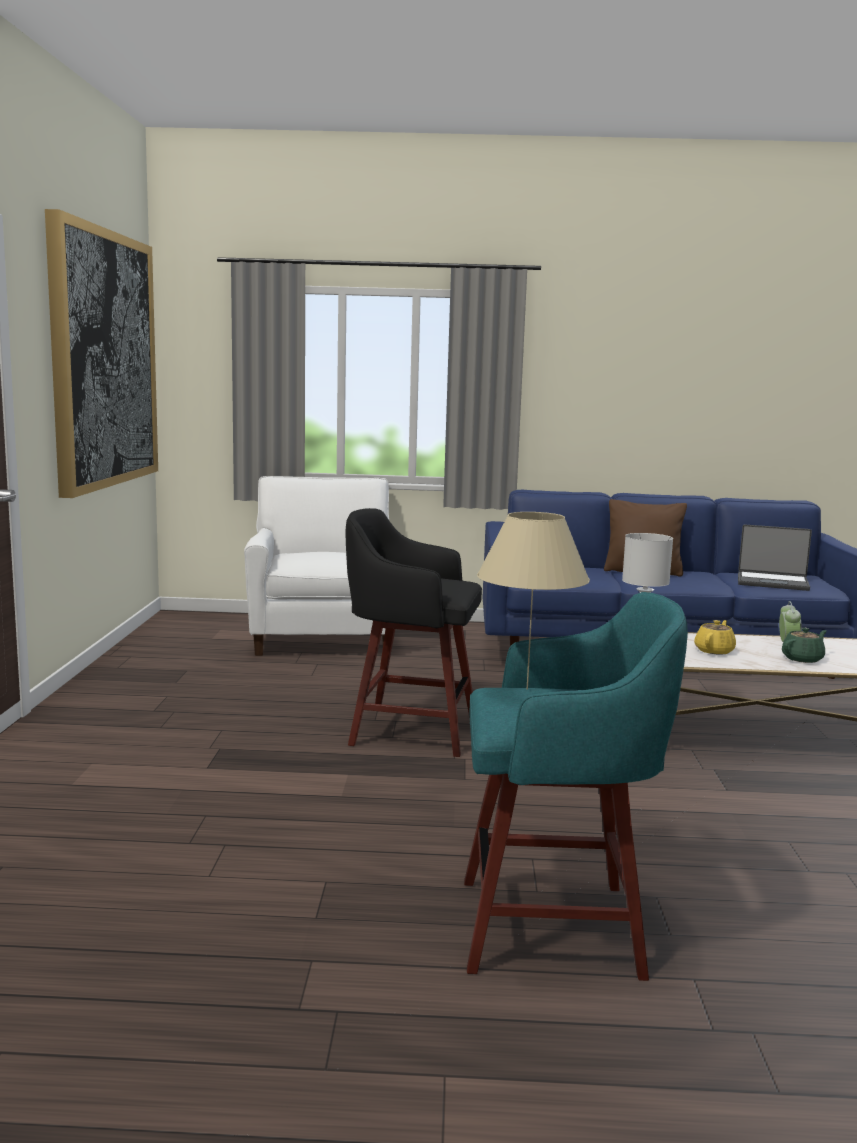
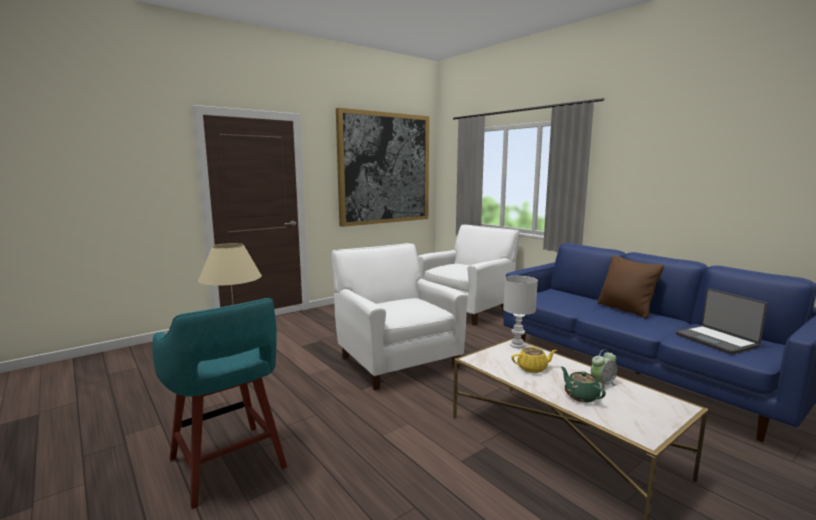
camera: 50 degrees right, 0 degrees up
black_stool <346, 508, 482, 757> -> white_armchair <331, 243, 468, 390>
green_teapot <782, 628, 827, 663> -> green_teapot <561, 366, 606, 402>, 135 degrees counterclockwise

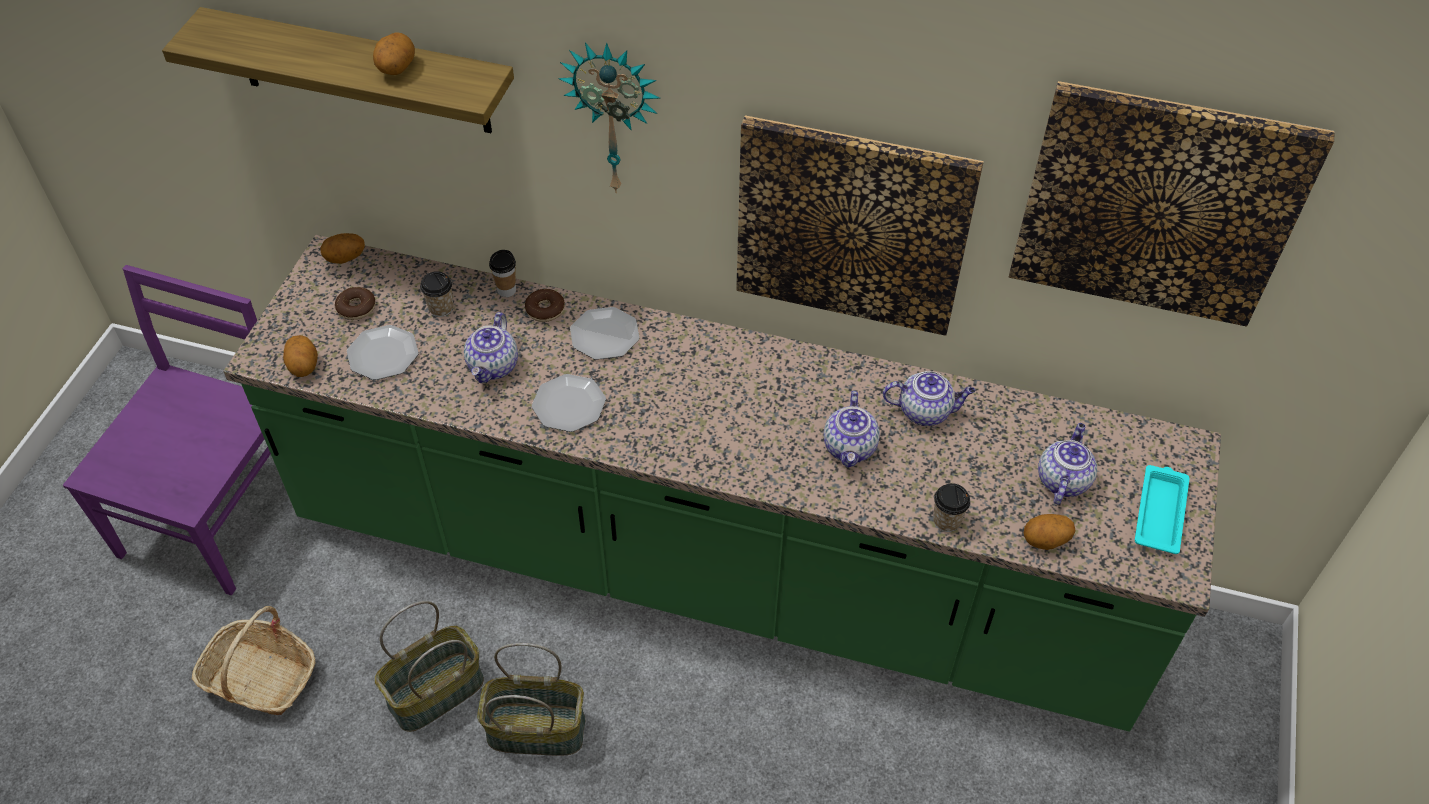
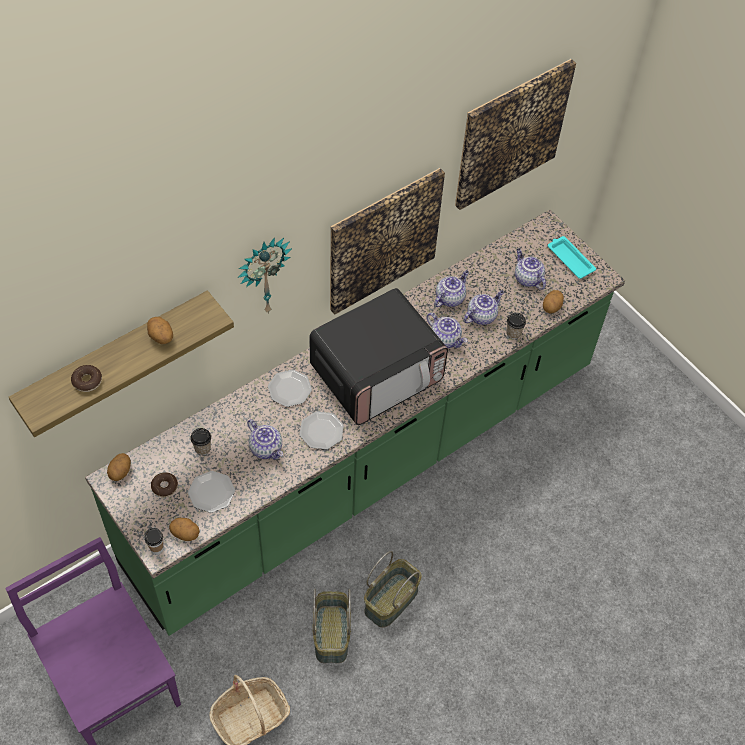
camera: 55 degrees left, 5 degrees up
none -> microwave <309, 288, 448, 425>
none -> teapot <463, 291, 504, 325>
cup <489, 250, 516, 297> -> cup <145, 528, 164, 555>, shifted
donut <525, 289, 565, 322> -> donut <71, 365, 102, 392>, shifted

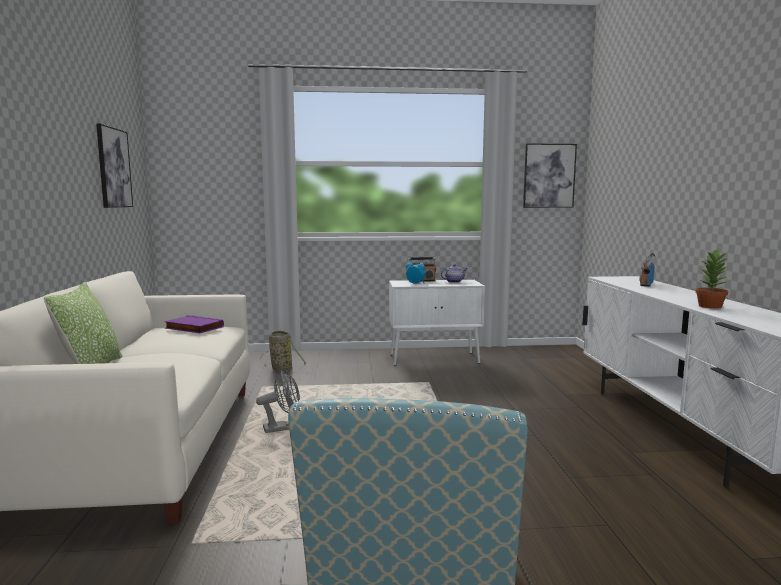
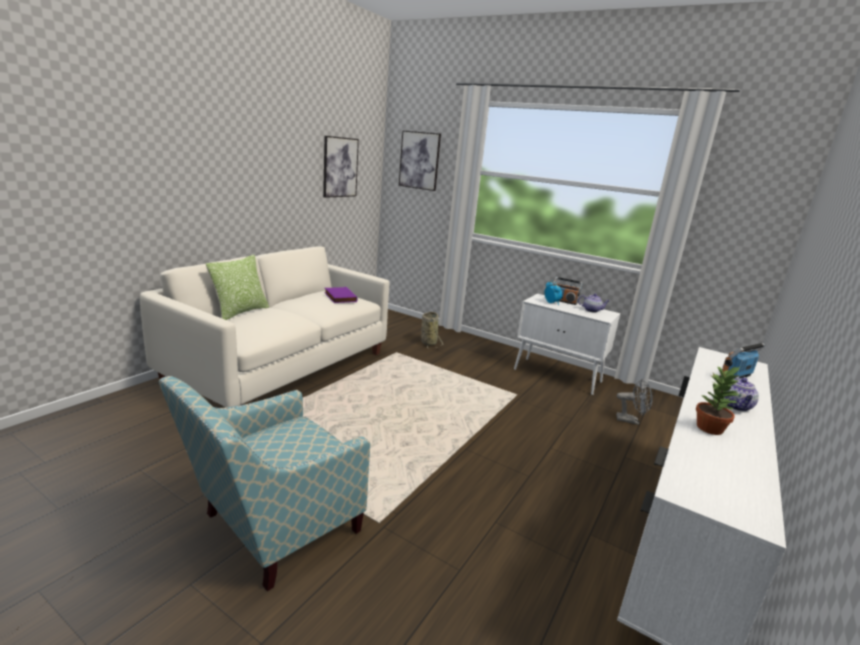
camera: 35 degrees right, 10 degrees up
none -> teapot <724, 375, 759, 411>
grey_fan <256, 370, 300, 433> -> grey_fan <616, 379, 653, 425>, shifted
picture <523, 143, 577, 208> -> picture <399, 130, 441, 191>, shifted

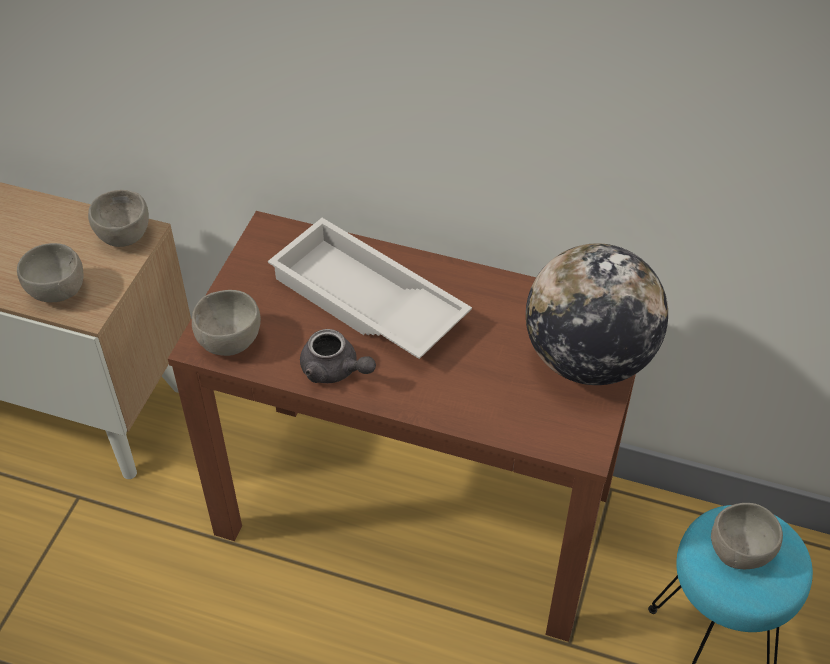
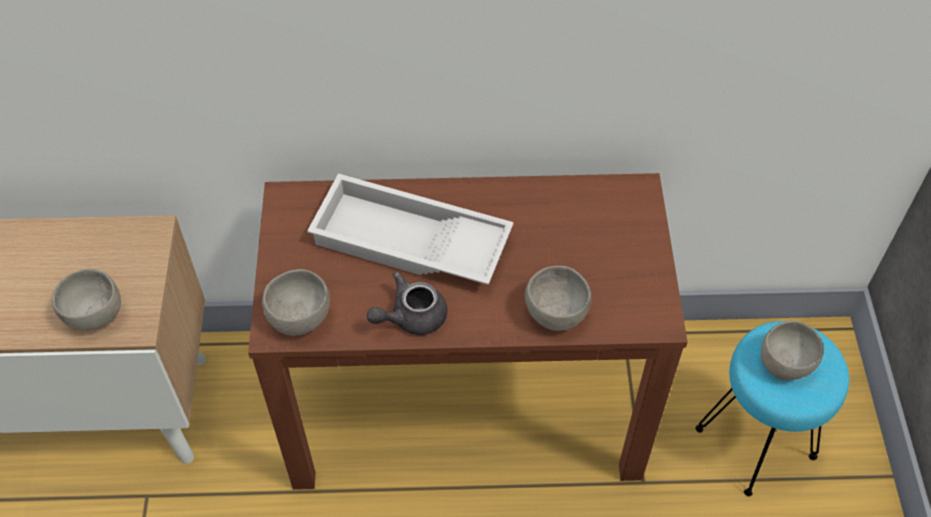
camera: 20 degrees left, 5 degrees up
globe <526, 243, 668, 385> -> none
grey_bowl <88, 190, 149, 247> -> grey_bowl <525, 266, 591, 331>, shifted
grey_teapot <300, 329, 376, 383> -> grey_teapot <367, 272, 448, 335>, 135 degrees clockwise

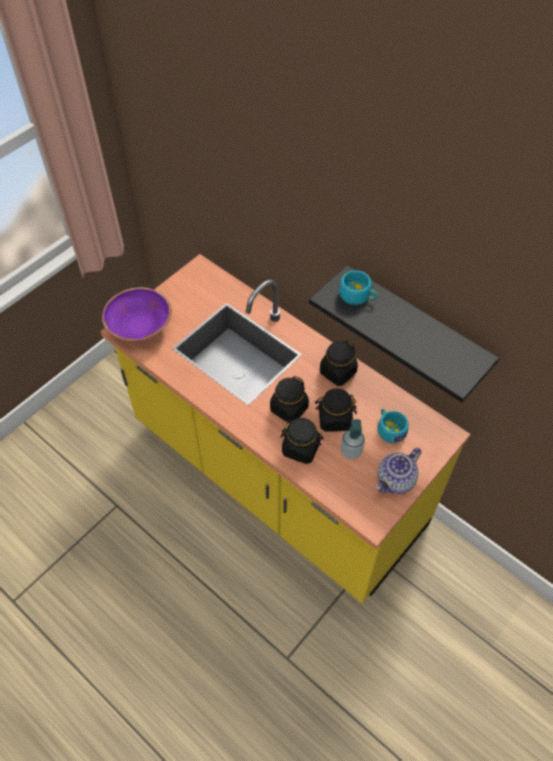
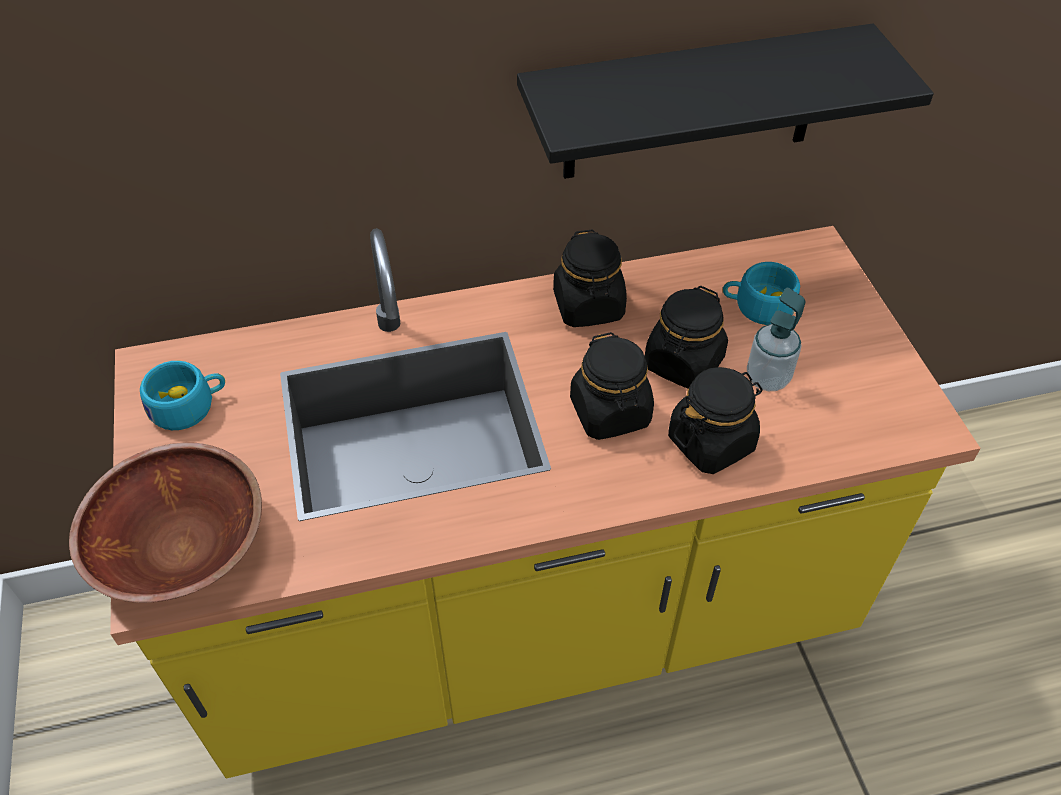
camera: 55 degrees left, 5 degrees down
teapot <376, 448, 421, 494> -> none
turquoise_cup <339, 270, 378, 305> -> turquoise_cup <140, 361, 225, 430>, shifted
purple_bowl <102, 287, 172, 341> -> brown_bowl <69, 442, 262, 603>

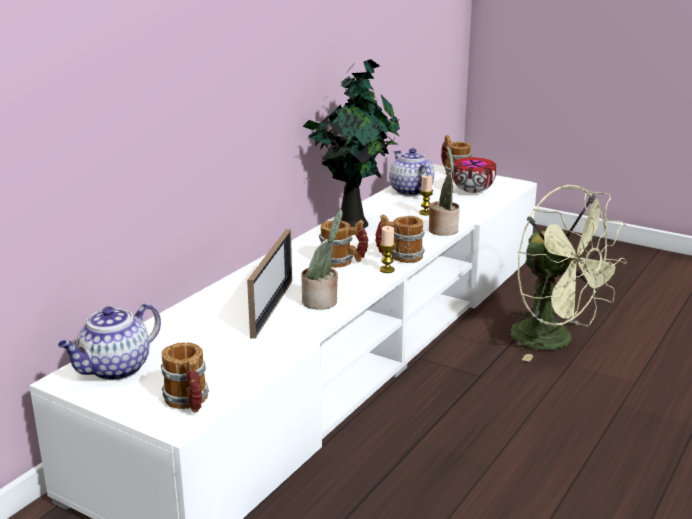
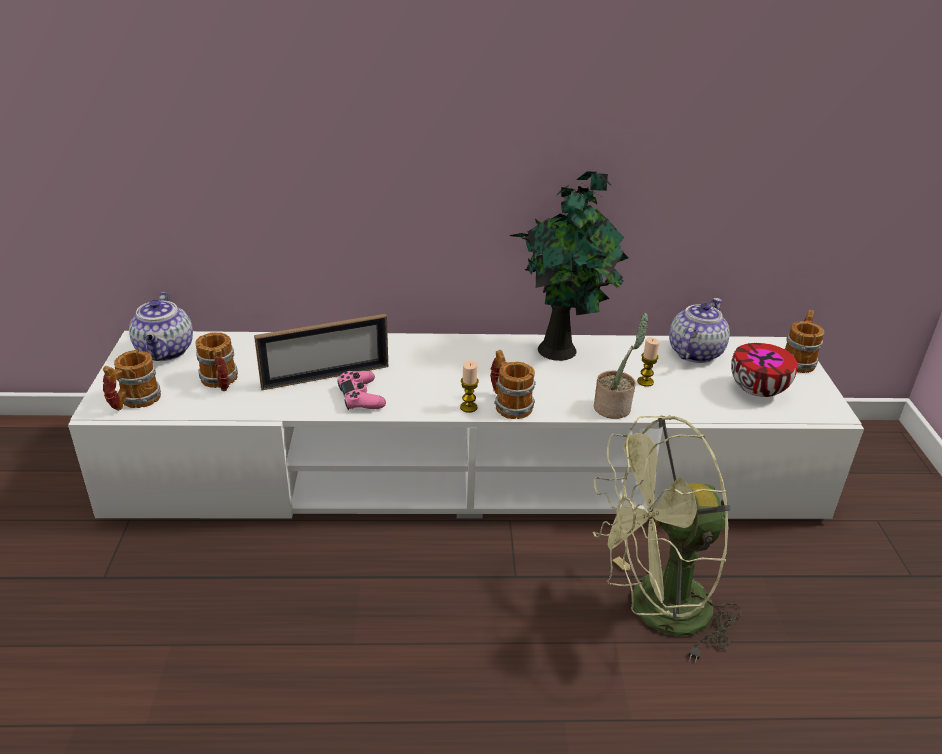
camera: 55 degrees right, 10 degrees up
mug <319, 220, 368, 268> -> mug <196, 332, 238, 391>, shifted
potted_plant <301, 210, 343, 310> -> pink_game_controller <337, 371, 386, 410>
teapot <58, 304, 161, 380> -> teapot <129, 292, 193, 361>, 105 degrees counterclockwise
green_fan <510, 185, 627, 362> -> green_fan <593, 415, 742, 663>, 60 degrees clockwise

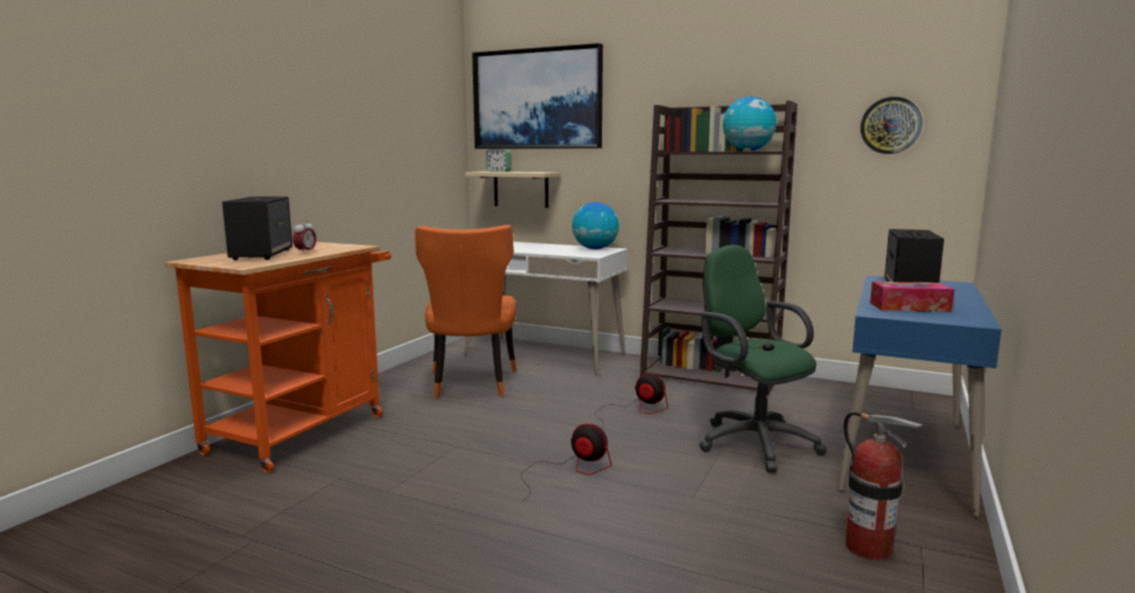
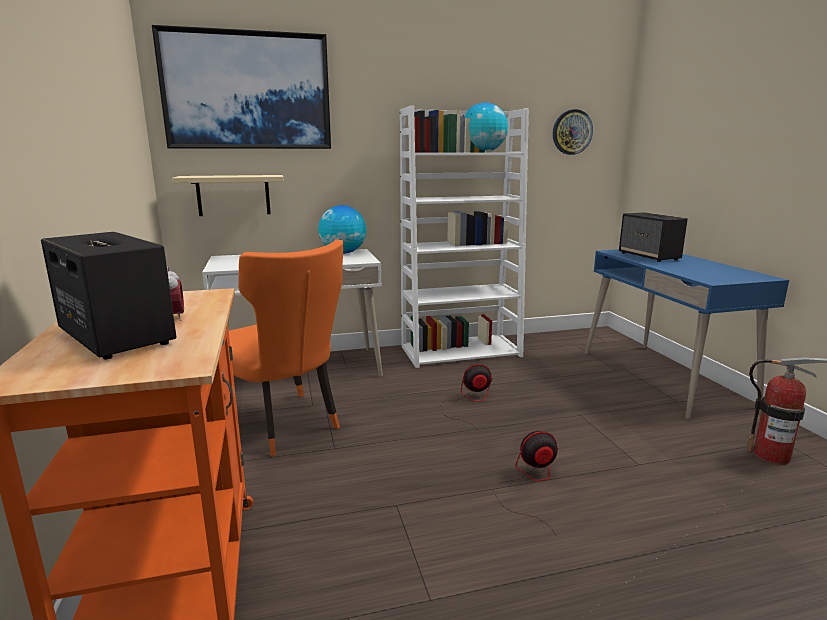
camera: 40 degrees left, 5 degrees up
alarm_clock <486, 149, 511, 172> -> none
green_office_chair <699, 245, 826, 473> -> none
tissue_box <870, 281, 954, 312> -> none
brown_bookcase <640, 101, 798, 395> -> white_bookcase <400, 106, 529, 368>

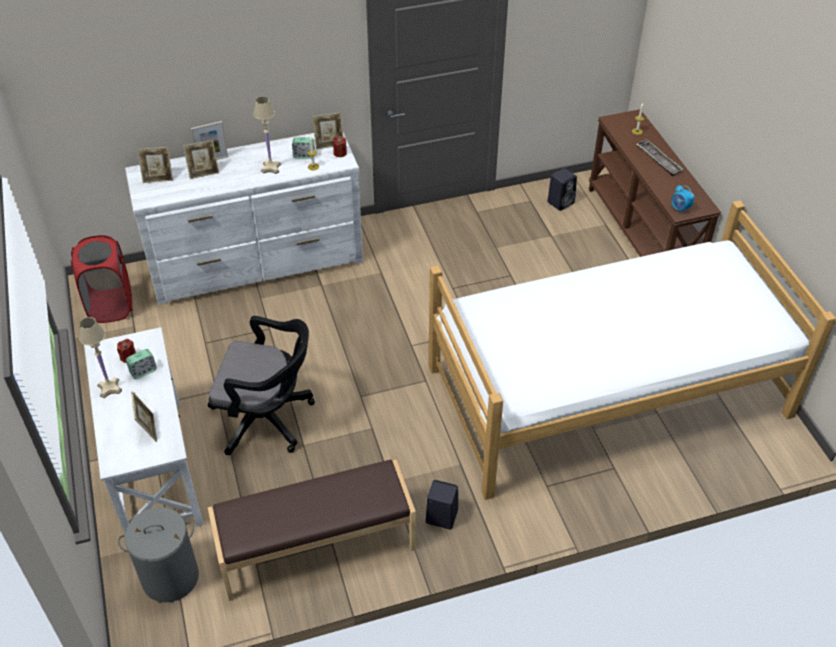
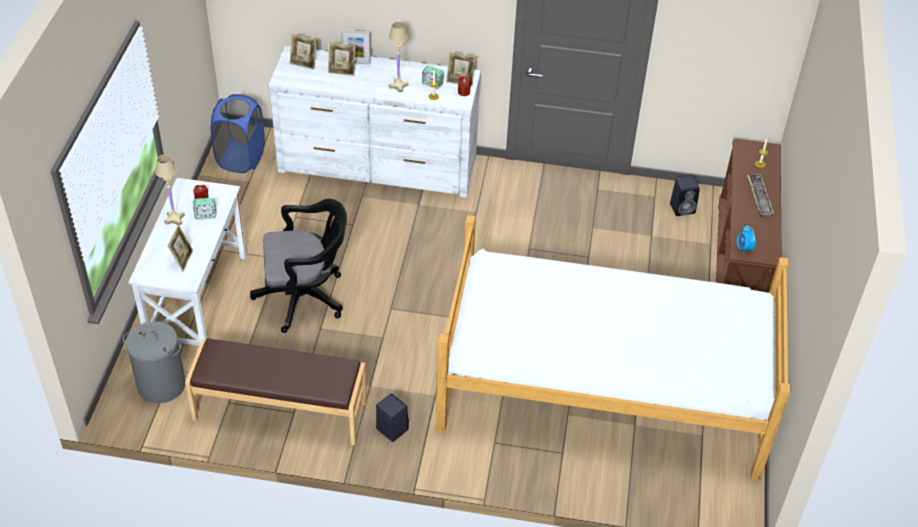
camera: 25 degrees right, 0 degrees up
red_laundry_basket <71, 235, 133, 323> -> blue_laundry_basket <211, 94, 265, 173>
black_office_chair <208, 316, 315, 455> -> black_office_chair <250, 199, 347, 333>, 45 degrees counterclockwise

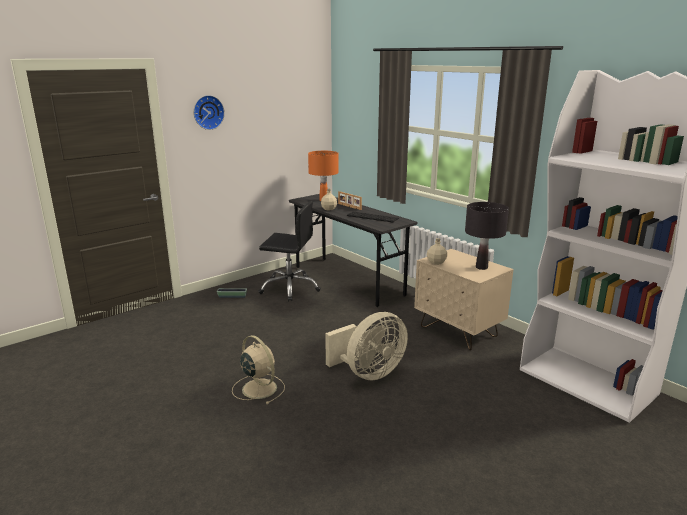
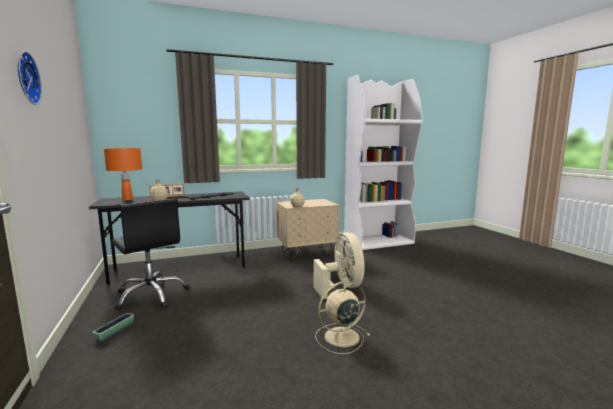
camera: 70 degrees left, 10 degrees down
black_table_lamp <465, 202, 509, 270> -> none
black_office_chair <258, 201, 321, 302> -> black_office_chair <112, 199, 189, 311>, 105 degrees clockwise

